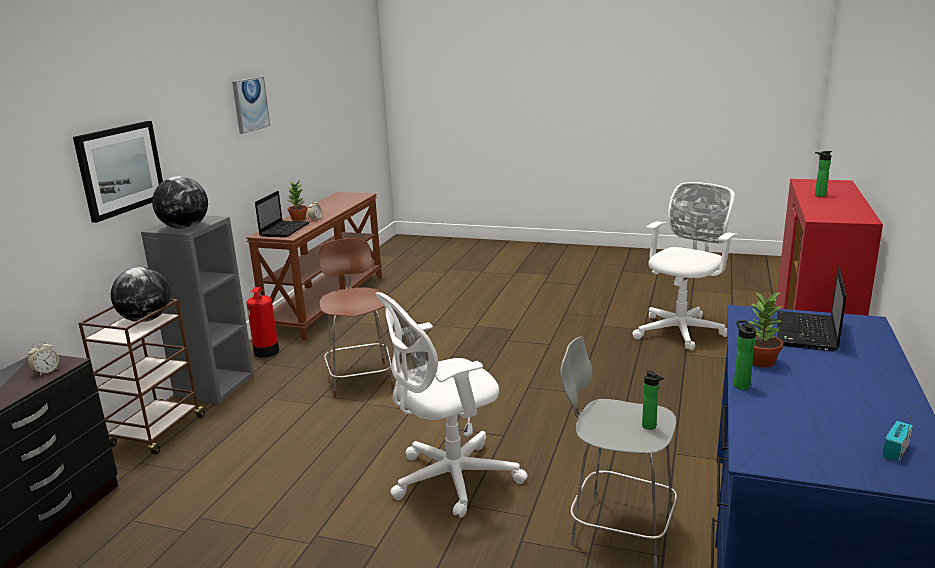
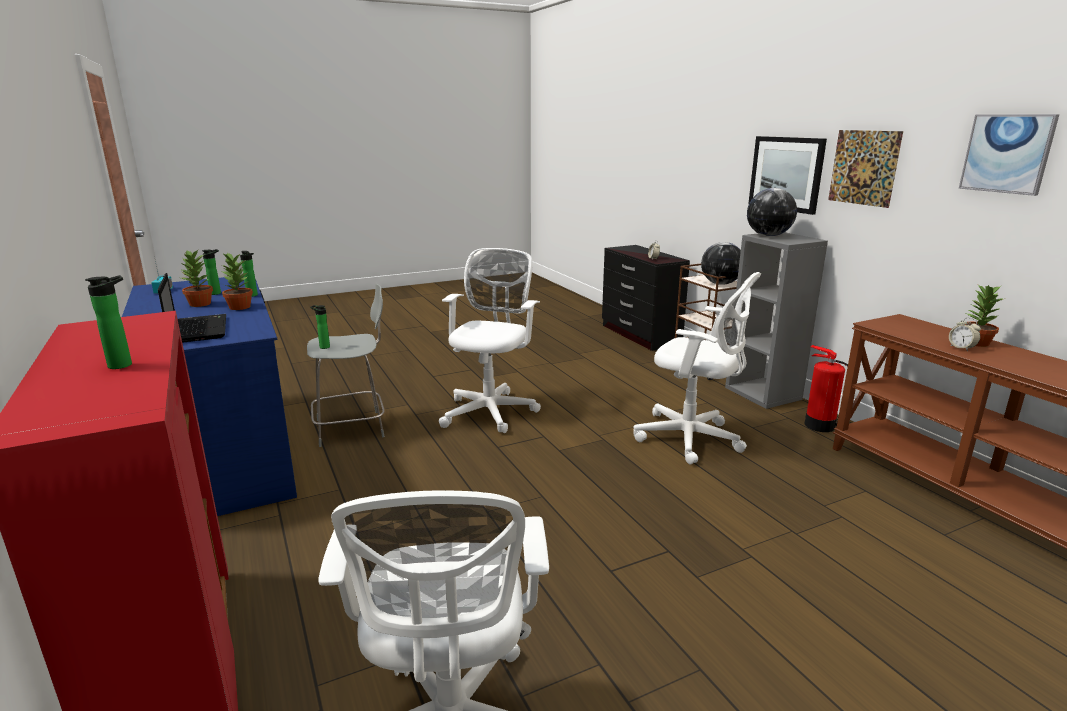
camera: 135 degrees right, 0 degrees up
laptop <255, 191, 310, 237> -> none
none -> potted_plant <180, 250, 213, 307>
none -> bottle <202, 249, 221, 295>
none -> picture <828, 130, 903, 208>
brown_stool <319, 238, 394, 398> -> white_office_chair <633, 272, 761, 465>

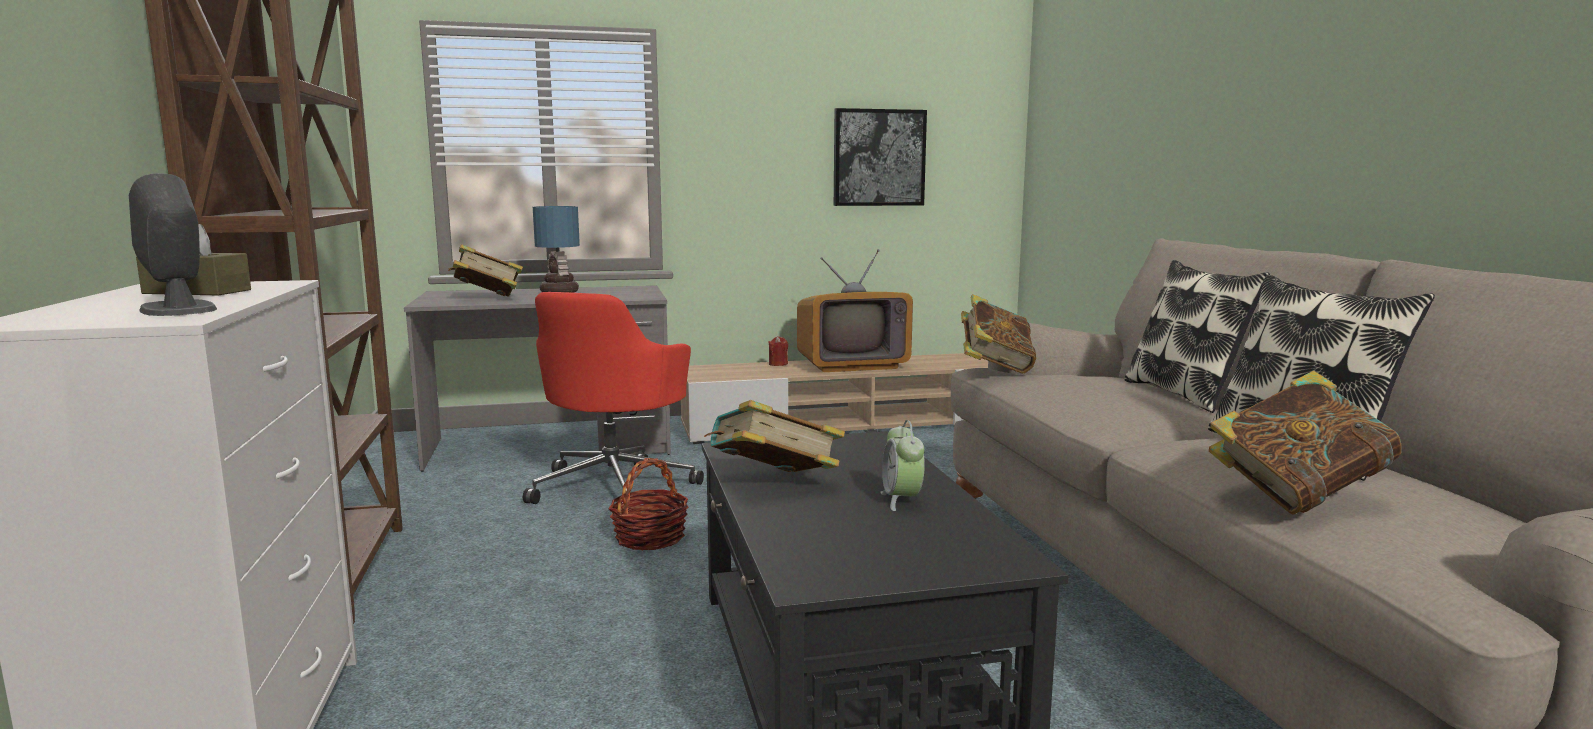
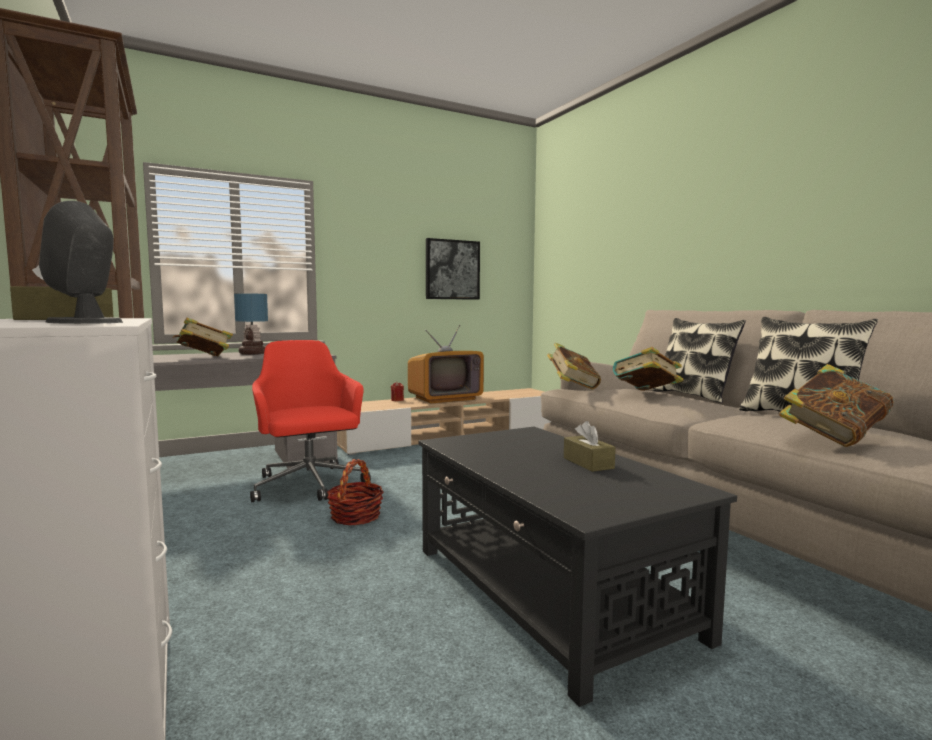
camera: 15 degrees left, 5 degrees down
book <704, 400, 845, 472> -> book <613, 347, 683, 391>, shifted
alarm_clock <881, 420, 925, 511> -> brown_tissue_box <564, 421, 616, 472>
red_office_chair <523, 292, 704, 504> -> red_office_chair <250, 340, 371, 502>, 150 degrees clockwise

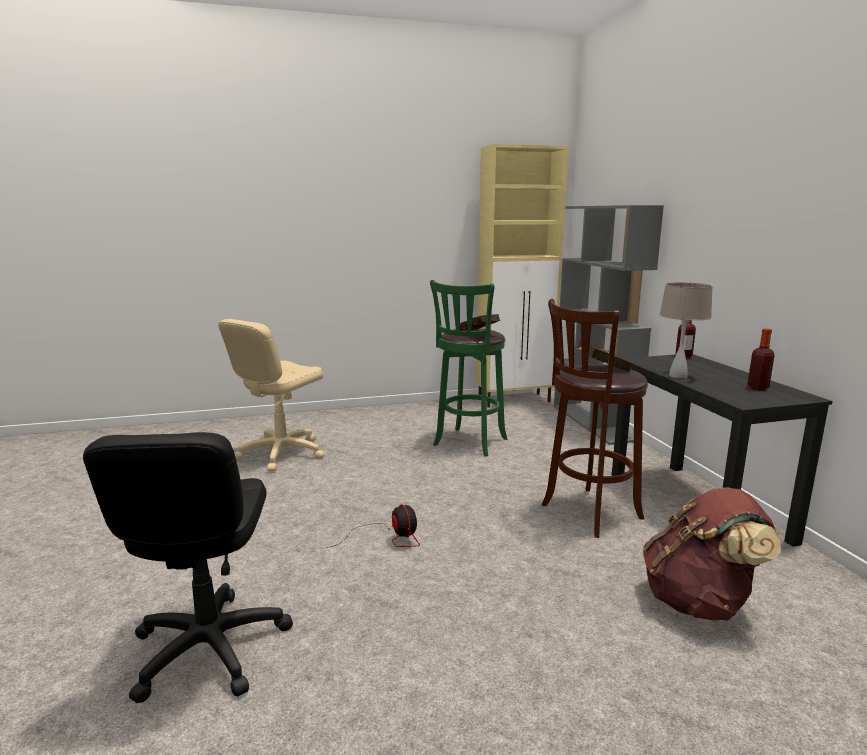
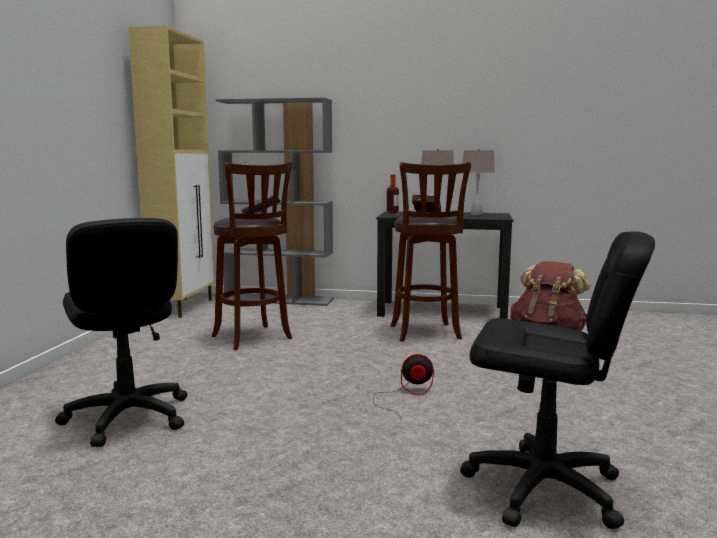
camera: 65 degrees left, 5 degrees down
bottle <747, 328, 775, 390> -> beige_table_lamp <462, 149, 495, 215>
beige_office_chair <218, 319, 324, 472> -> black_office_chair <55, 218, 187, 447>
green_stool <430, 280, 508, 457> -> brown_stool <212, 162, 292, 350>

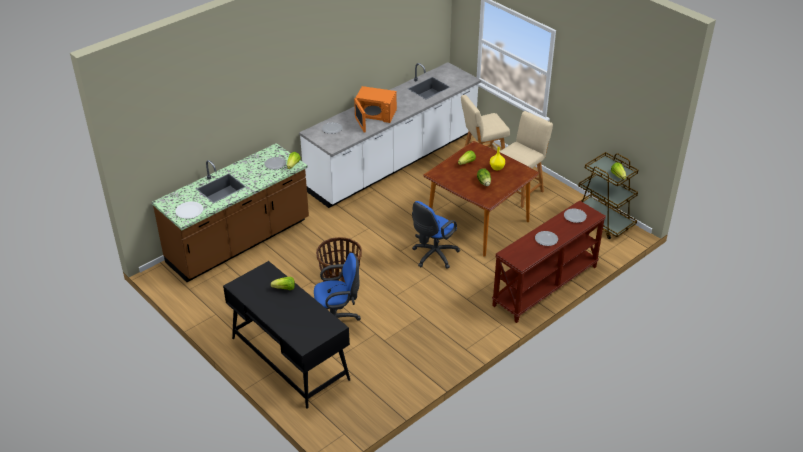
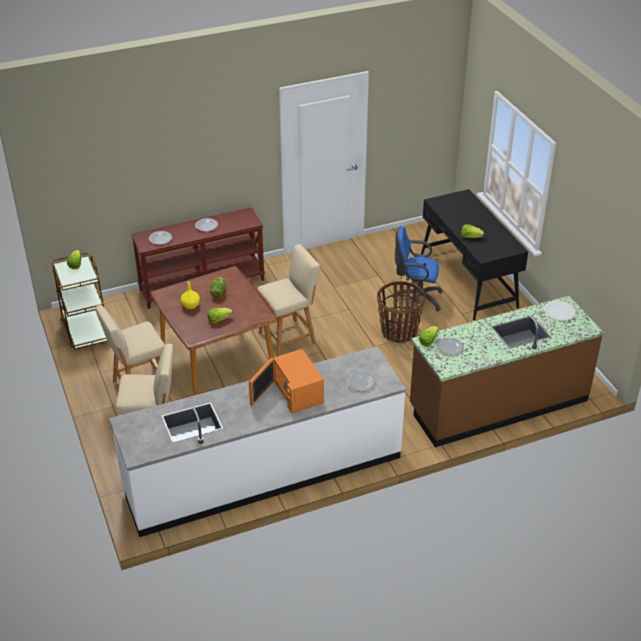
camera: 160 degrees left, 0 degrees up
blue_office_chair <412, 201, 460, 269> -> beige_stool <257, 244, 320, 356>
orange_microwave <354, 86, 397, 132> -> orange_microwave <249, 349, 324, 413>, 150 degrees counterclockwise

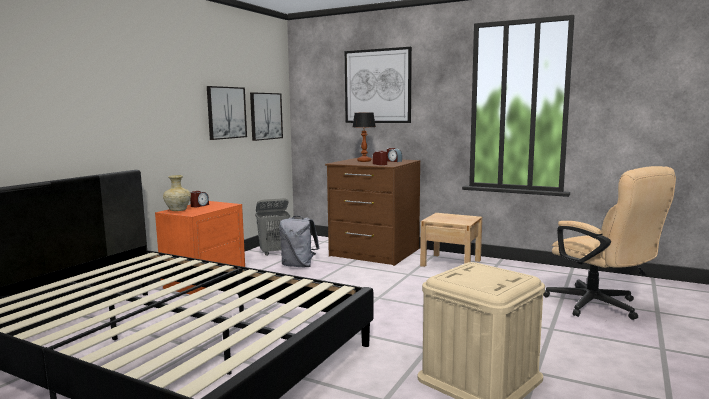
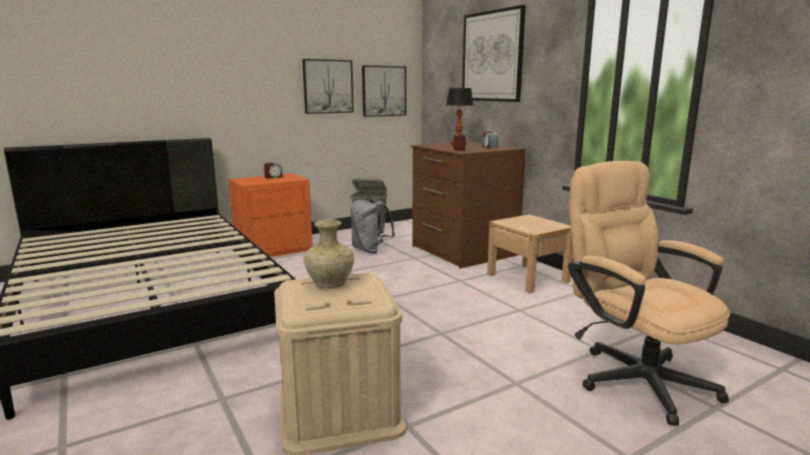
camera: 30 degrees right, 5 degrees up
beige_vase <163, 175, 191, 211> -> beige_vase <304, 219, 354, 289>, shifted
beige_office_chair <543, 166, 676, 320> -> beige_office_chair <568, 161, 730, 426>, 150 degrees clockwise

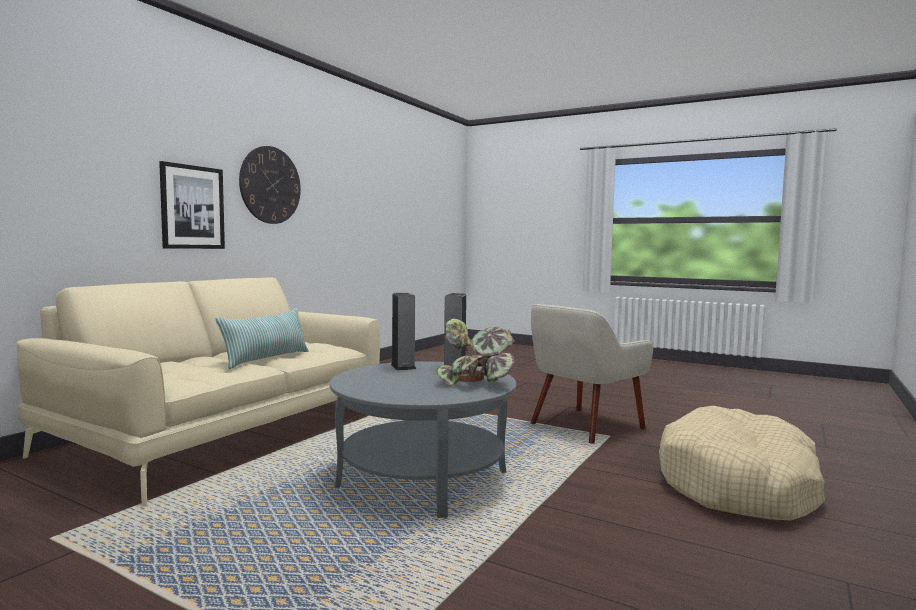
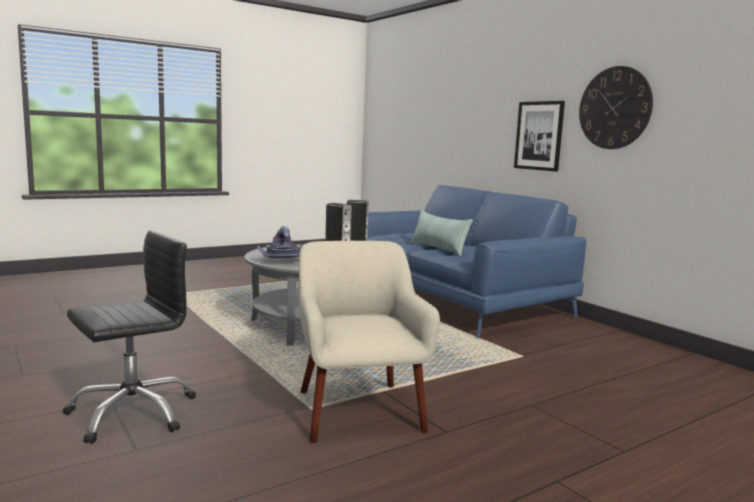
camera: 115 degrees right, 5 degrees up
potted_plant <436, 319, 514, 386> -> purple_hat <257, 226, 304, 258>
beige_dog_bed <659, 406, 825, 520> -> black_office_chair <63, 230, 196, 444>
beige_sofa <16, 277, 380, 507> -> blue_sofa <367, 185, 587, 339>

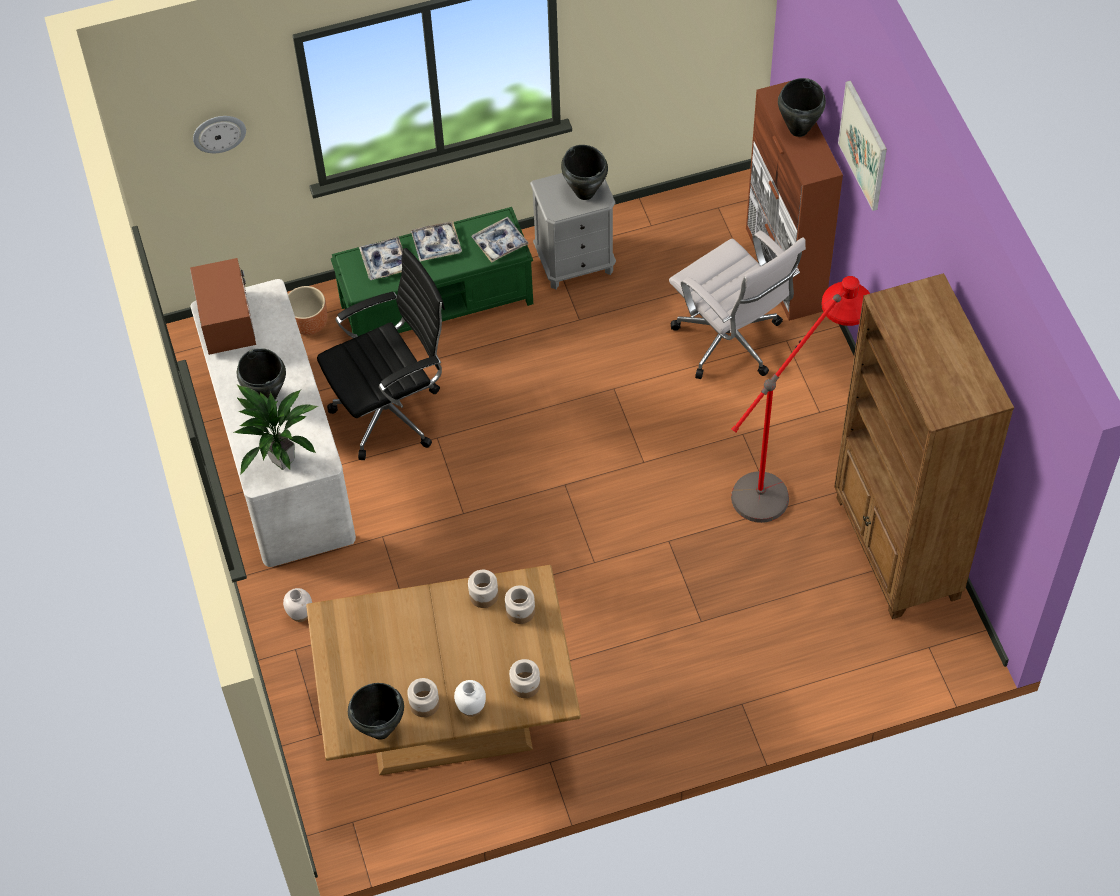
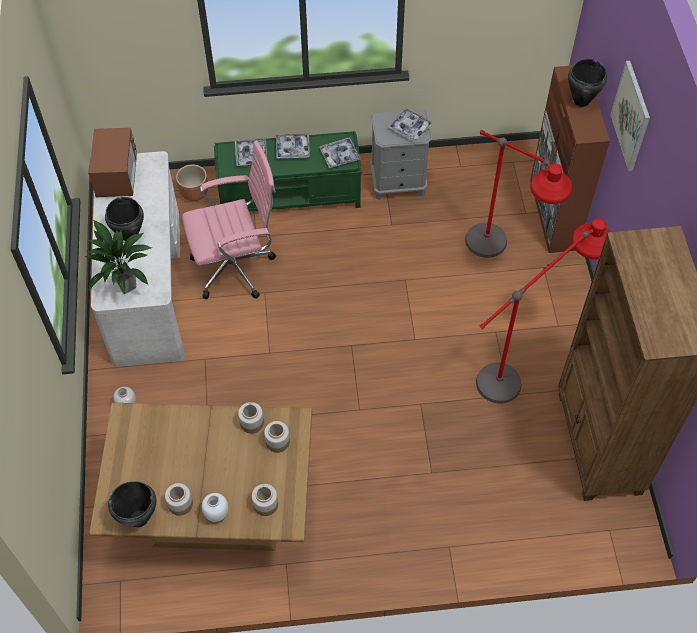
camera: 10 degrees right, 0 degrees up
wall_clock <193, 116, 246, 153> -> none
black_cooking_pot <561, 145, 608, 200> -> tray <388, 108, 433, 142>
white_office_chair <669, 230, 806, 379> -> red_floor_lamp <465, 130, 572, 258>
black_office_chair <317, 248, 445, 460> -> pink_office_chair <182, 141, 276, 299>

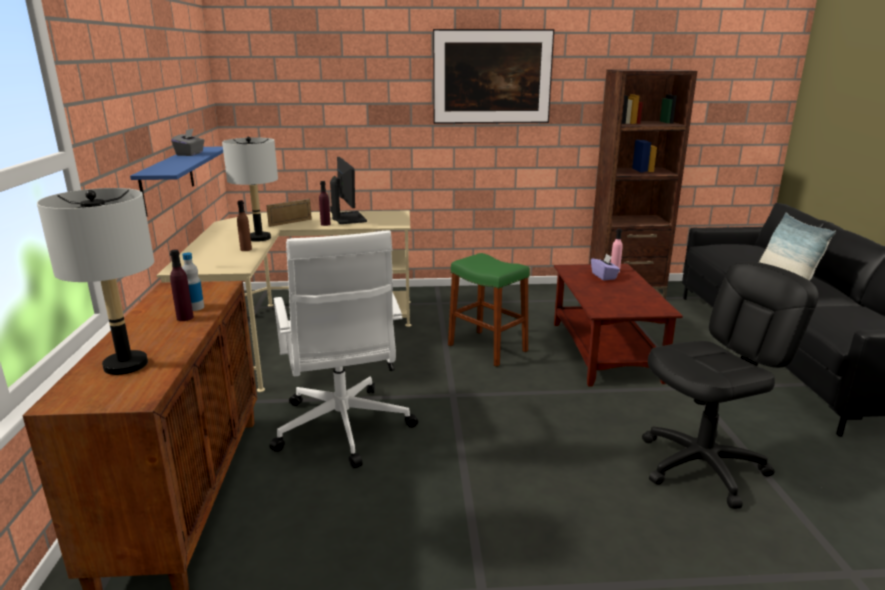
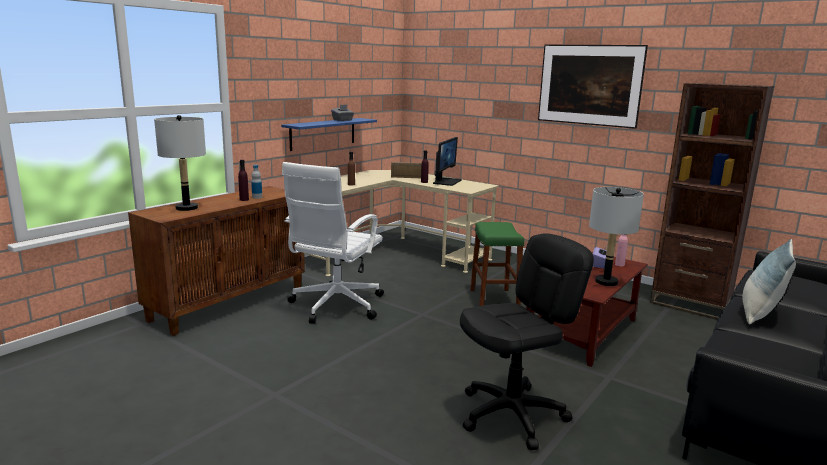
camera: 40 degrees right, 5 degrees down
grey_table_lamp <222, 137, 278, 242> -> grey_table_lamp <589, 187, 644, 286>, shifted
black_office_chair <642, 261, 819, 509> -> black_office_chair <460, 233, 594, 450>, 45 degrees counterclockwise

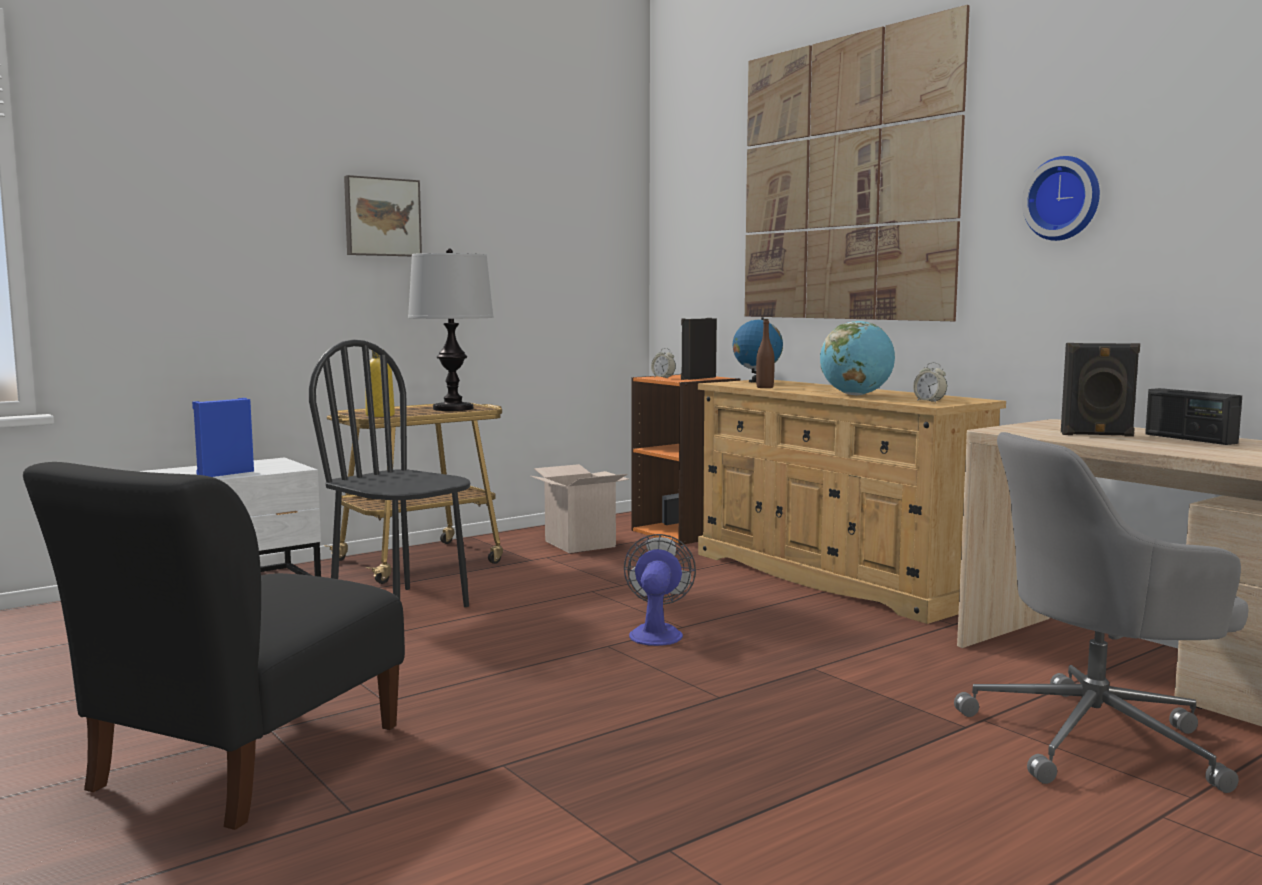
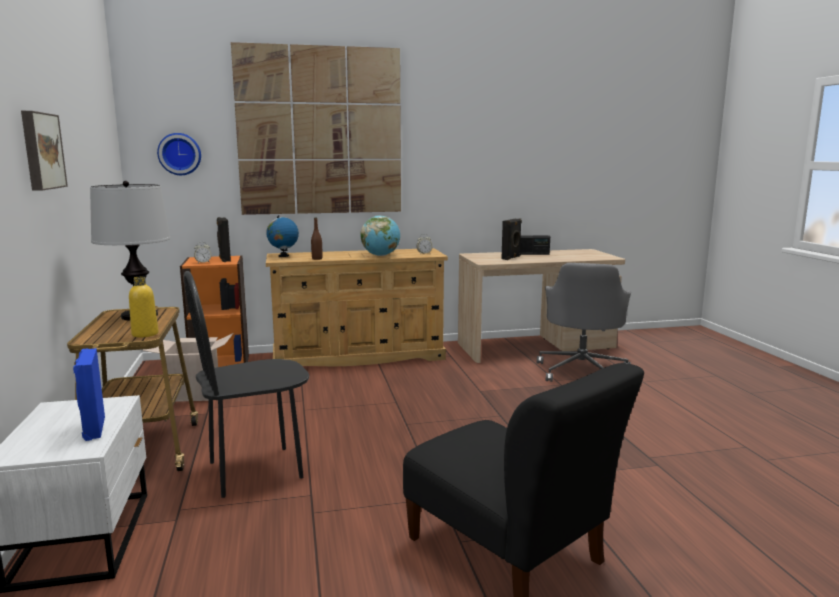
camera: 65 degrees left, 5 degrees up
fan <624, 534, 696, 646> -> none
wall_clock <1022, 156, 1100, 241> -> wall_clock <157, 133, 201, 175>, shifted

